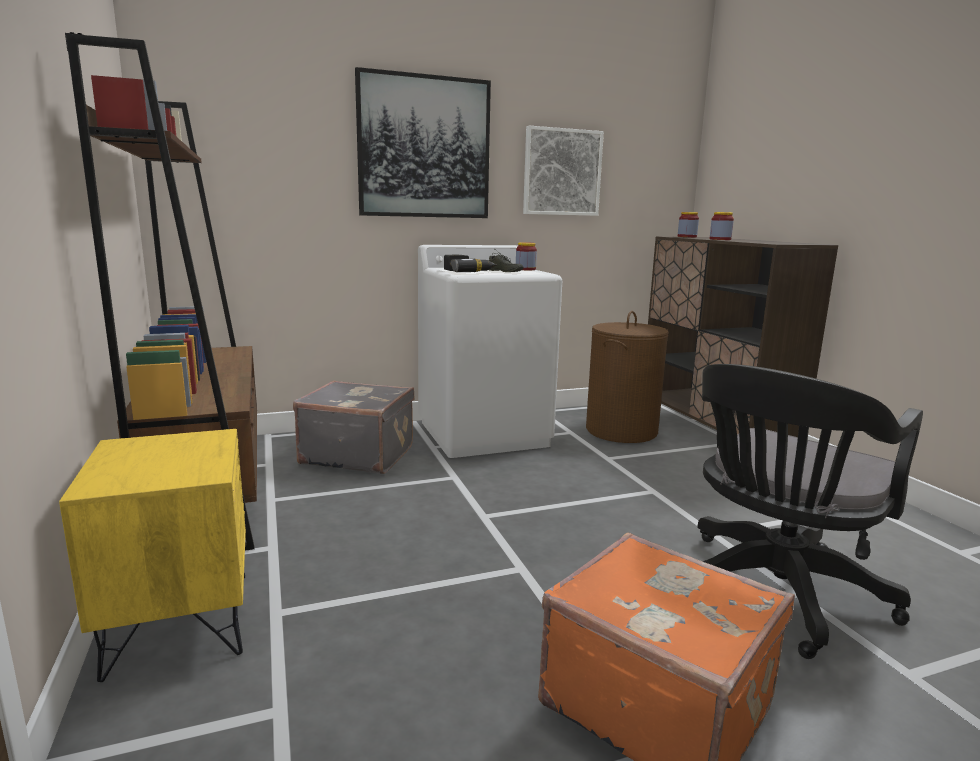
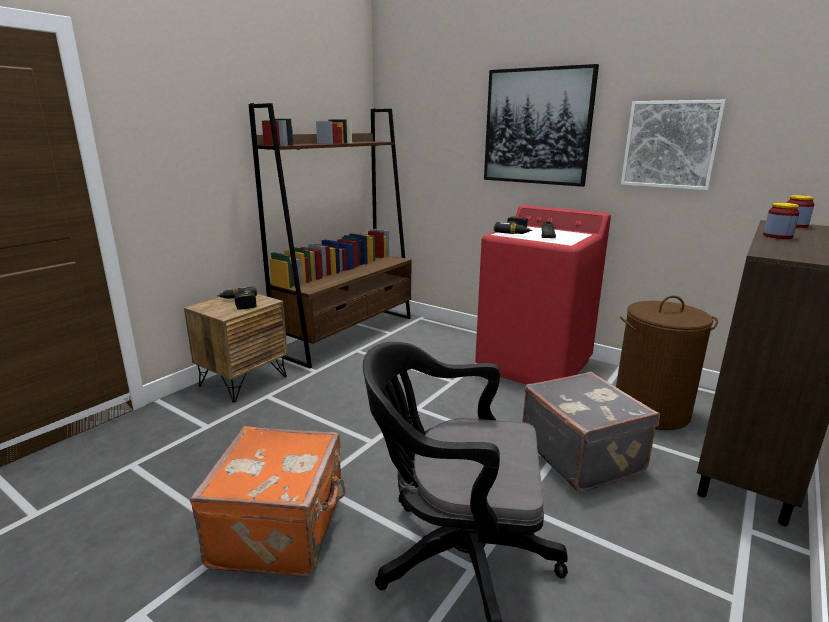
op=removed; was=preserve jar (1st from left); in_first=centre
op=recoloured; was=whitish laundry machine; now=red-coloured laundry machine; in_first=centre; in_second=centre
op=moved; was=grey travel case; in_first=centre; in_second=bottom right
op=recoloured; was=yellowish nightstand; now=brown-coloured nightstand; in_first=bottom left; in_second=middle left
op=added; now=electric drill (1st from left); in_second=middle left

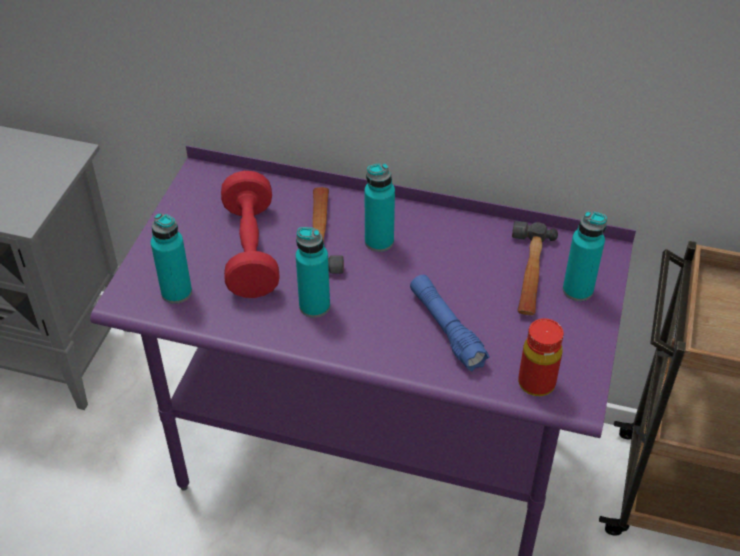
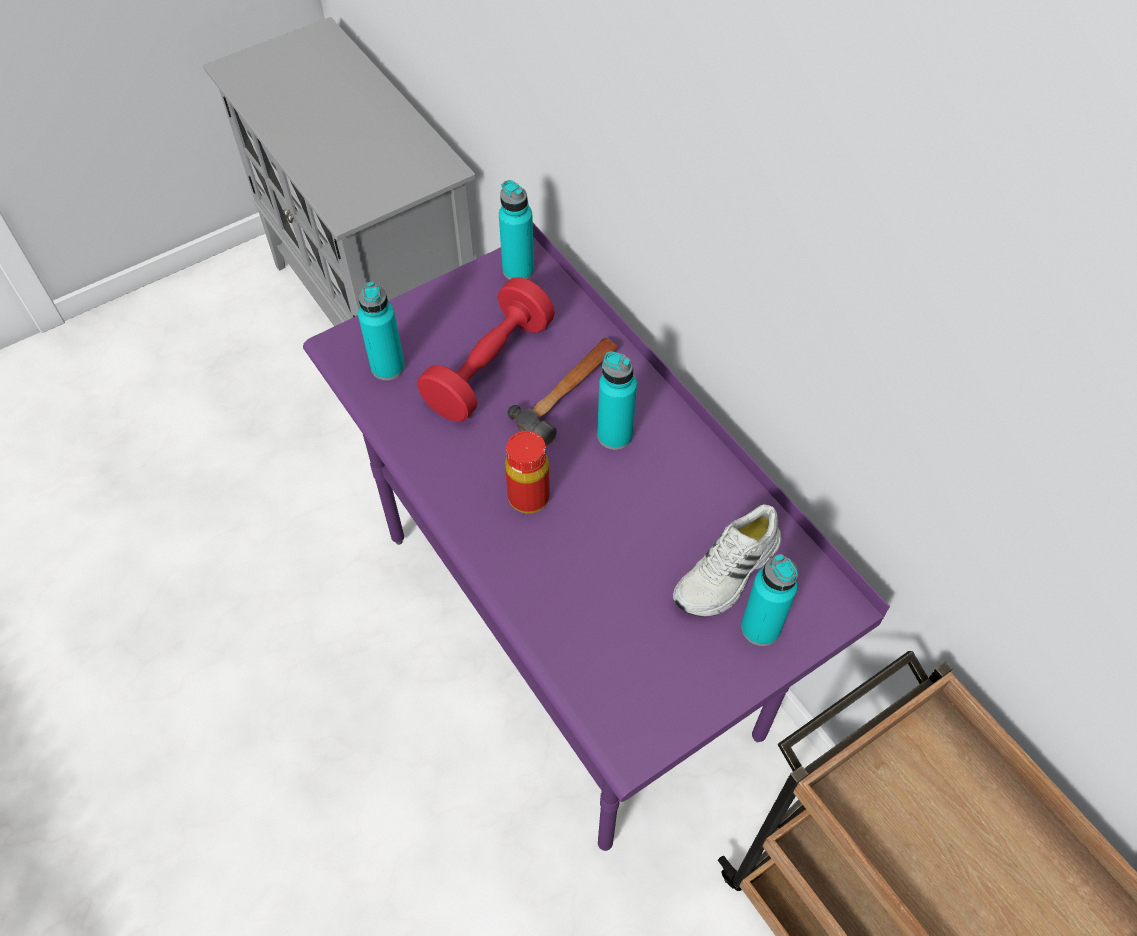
op=replaced; was=hand hammer (2nd from left); now=whitish shoe; in_first=middle right; in_second=centre
op=moved; was=blue-green beverage bottle (2nd from left); in_first=centre; in_second=top centre
op=removed; was=blue-coloured flashlight; in_first=centre
op=moved; was=red-coloured beverage bottle; in_first=middle right; in_second=centre

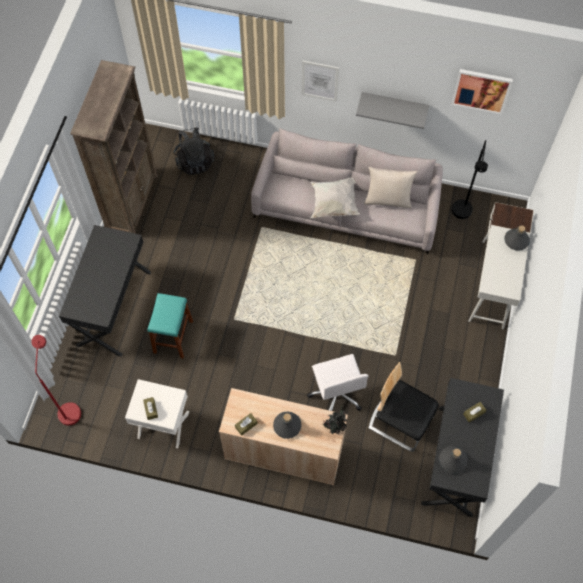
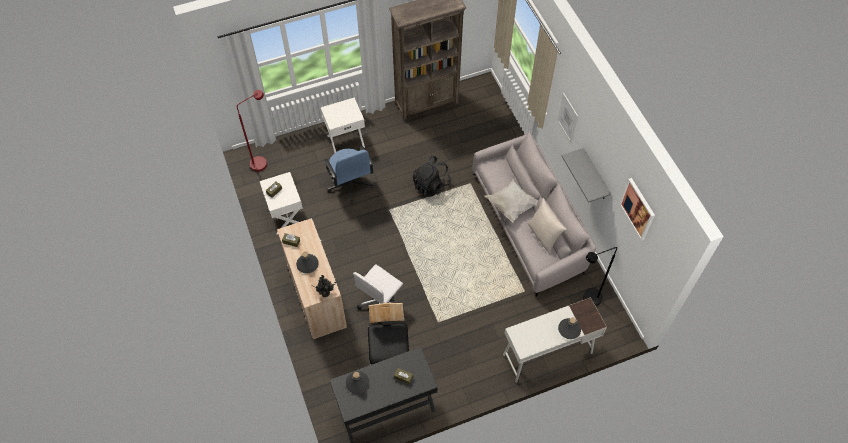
op=moved; was=black knapsack; in_first=top left; in_second=centre
op=replaced; was=black desk table (1st from left); now=whitish nightstand (2nd from left); in_first=middle left; in_second=top centre
op=replaced; was=blue-green stool; now=blue-coloured desk chair; in_first=middle left; in_second=centre

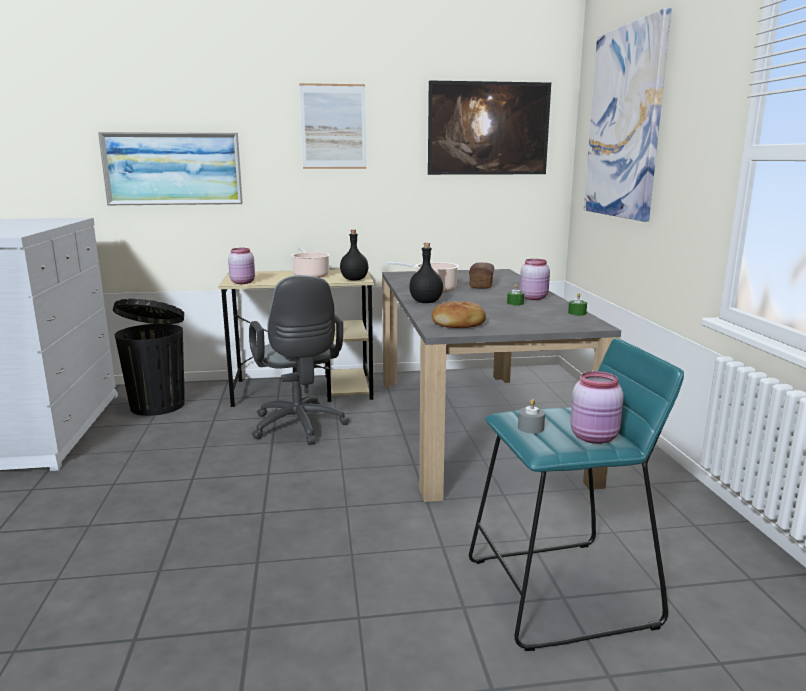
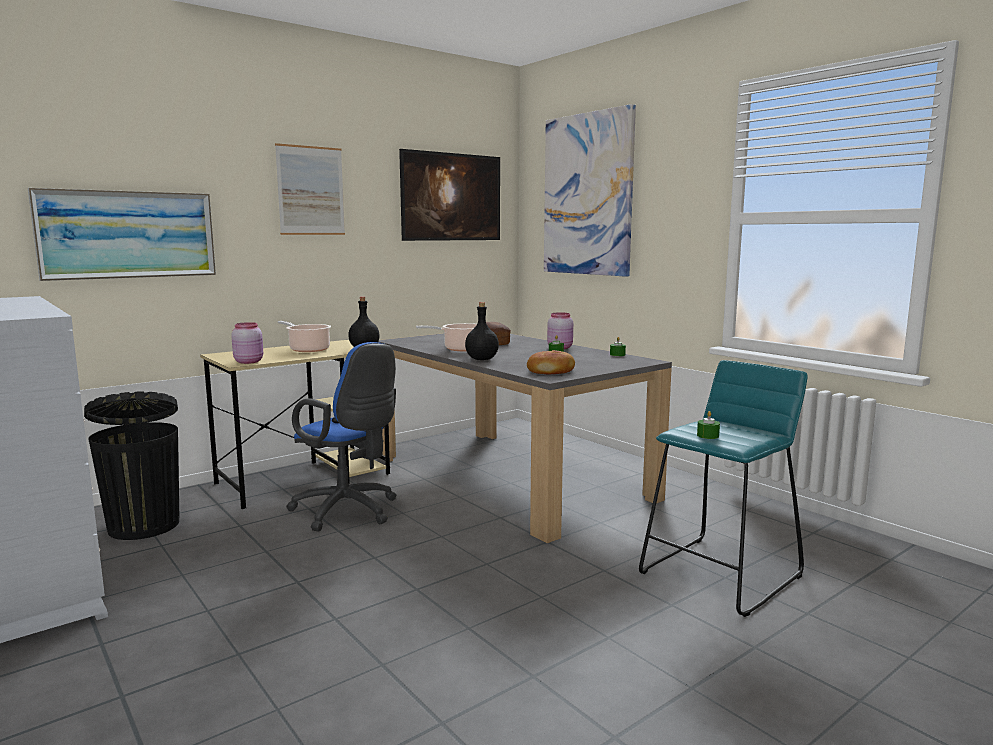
op=recoloured; was=grey desk chair; now=blue-coloured desk chair; in_first=centre; in_second=centre
op=removed; was=pink preserve jar (3rd from left); in_first=middle right
op=recoloured; was=grey wax light; now=greenish wax light (3rd from left); in_first=centre; in_second=middle right

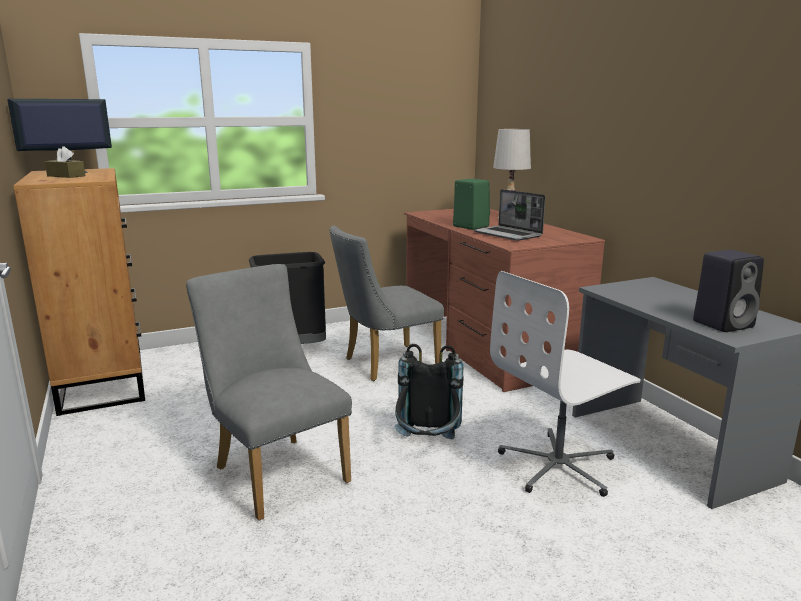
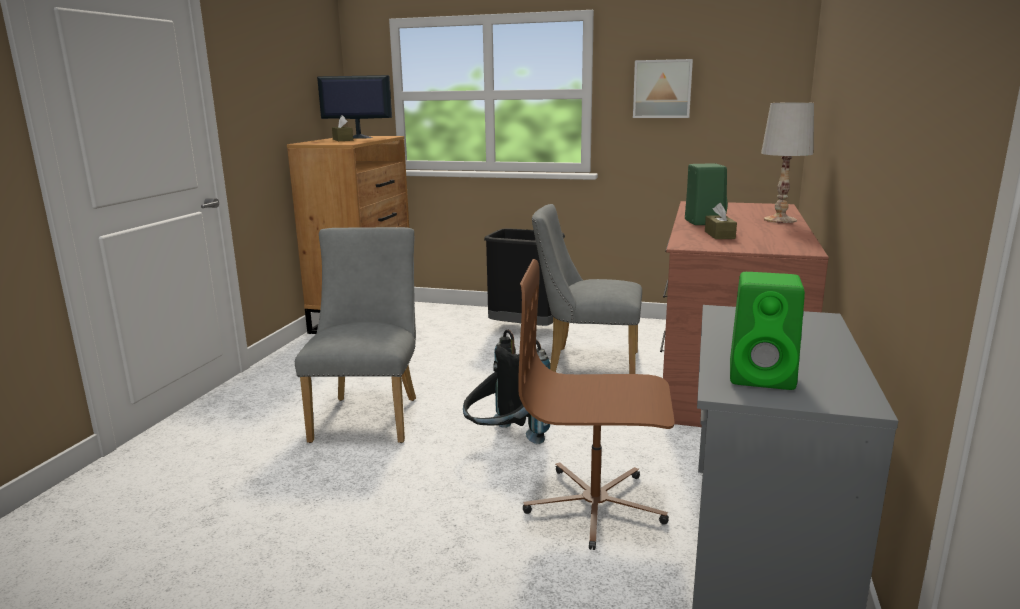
op=replaced; was=portable computer; now=brown-coloured tissue box (2nd from left); in_first=centre; in_second=middle right
op=recoloured; was=black speaker; now=greenish speaker (2nd from left); in_first=middle right; in_second=middle right
op=recoloured; was=whitish desk chair; now=brown-coloured desk chair; in_first=middle right; in_second=centre
op=added; now=picture; in_second=top centre

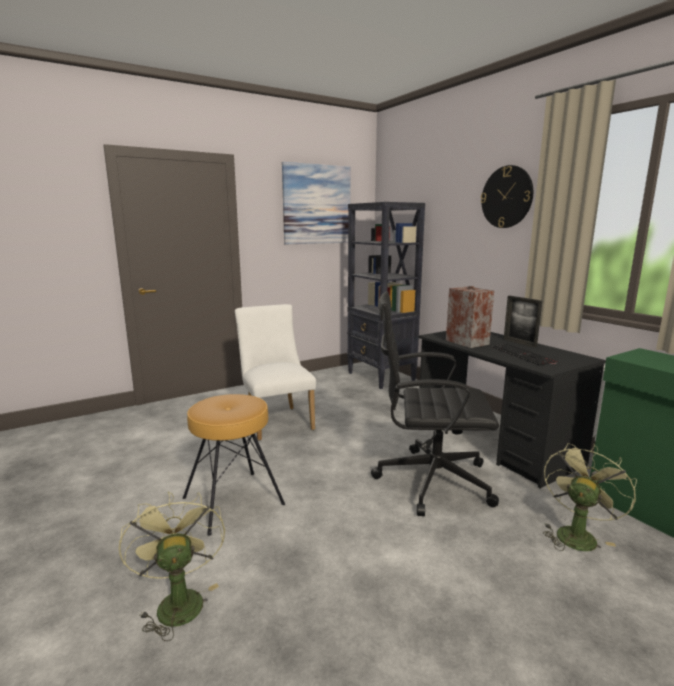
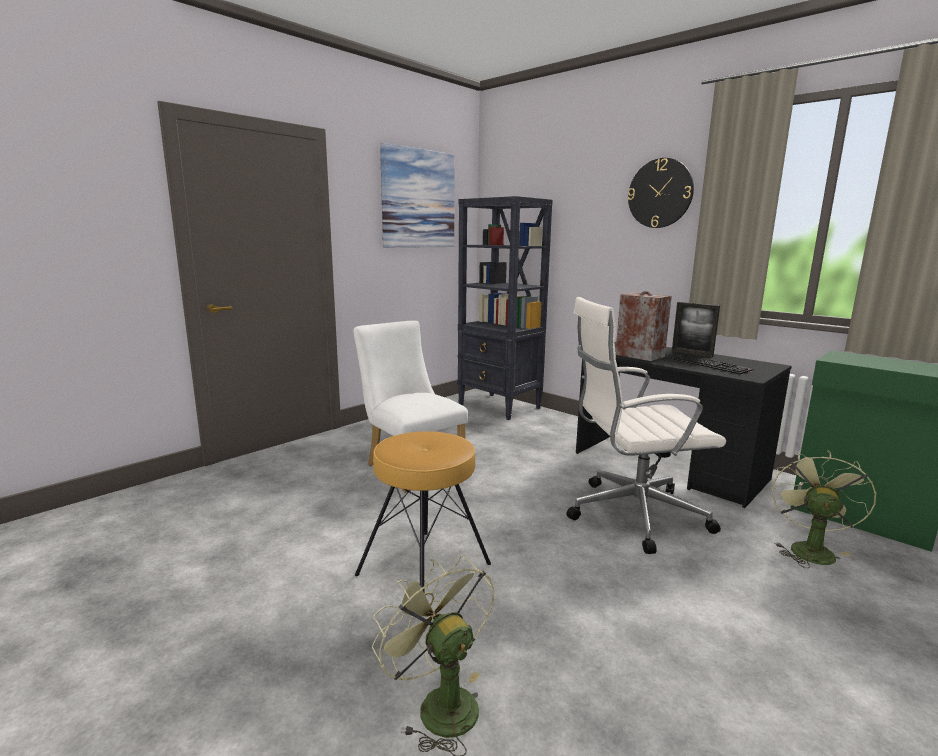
op=recoloured; was=black desk chair; now=whitish desk chair; in_first=centre; in_second=middle right

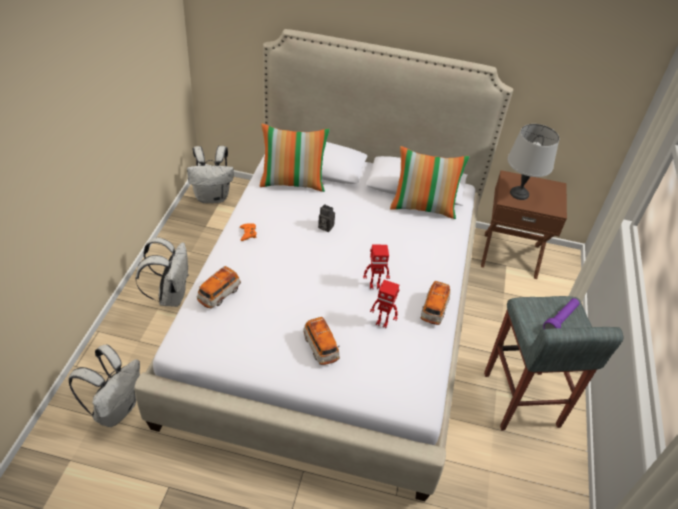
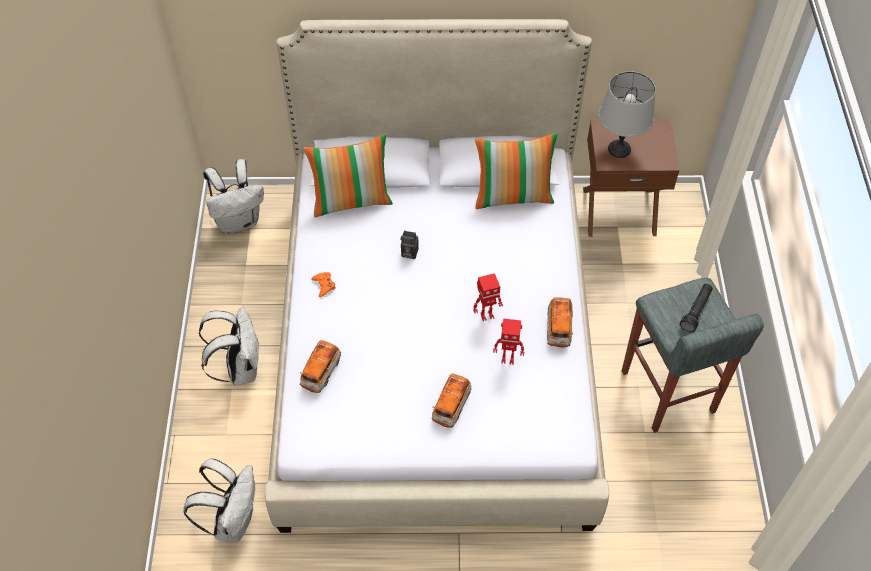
op=recoloured; was=purple flashlight; now=black flashlight; in_first=middle right; in_second=middle right
op=turned; was=model car (2nd from left); in_first=bottom centre; in_second=bottom centre; clockwise=60

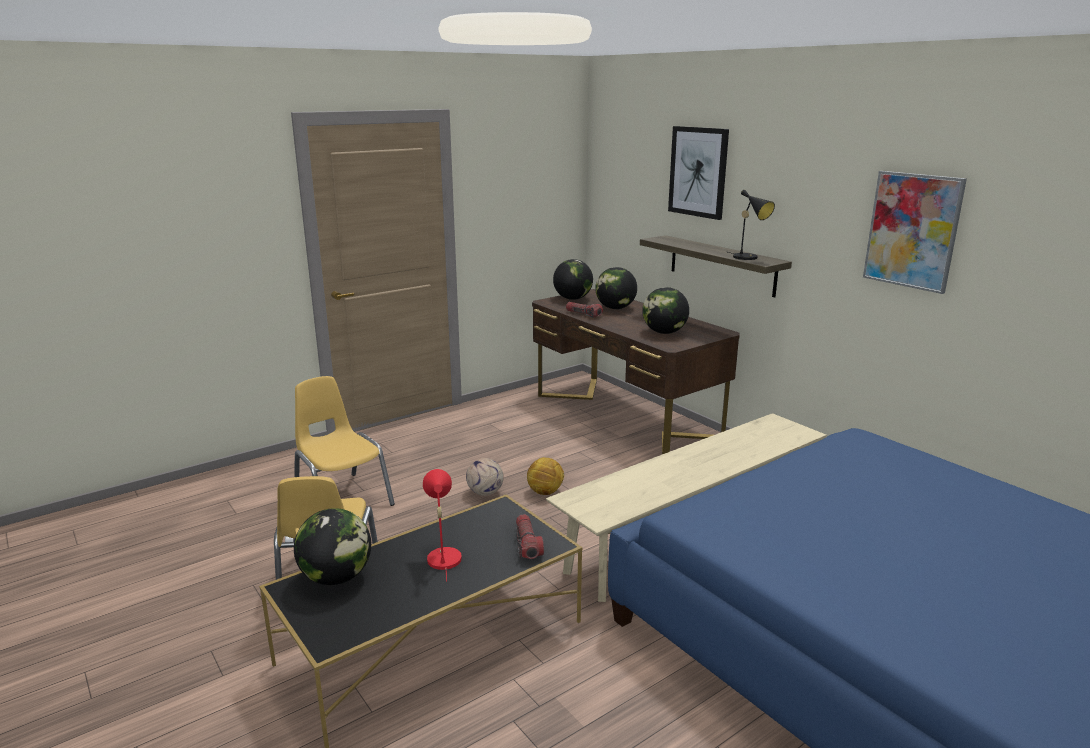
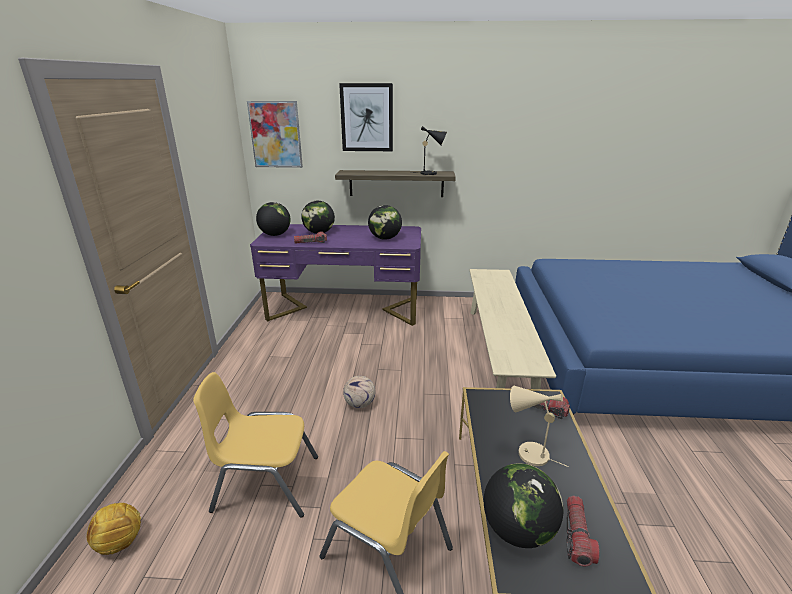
op=moved; was=picture (2nd from left in the first image); now=picture (1st from left); in_first=top right; in_second=top centre
op=recoloured; was=brown-coloured desk table; now=purple desk table; in_first=centre; in_second=centre
op=moved; was=football ball (2nd from left in the first image); now=football ball (1st from left); in_first=centre; in_second=bottom left
op=recoloured; was=red-coloured lamp for a table; now=beige lamp for a table; in_first=bottom centre; in_second=bottom right
op=added; now=flashlight (3rd from left); in_second=bottom right

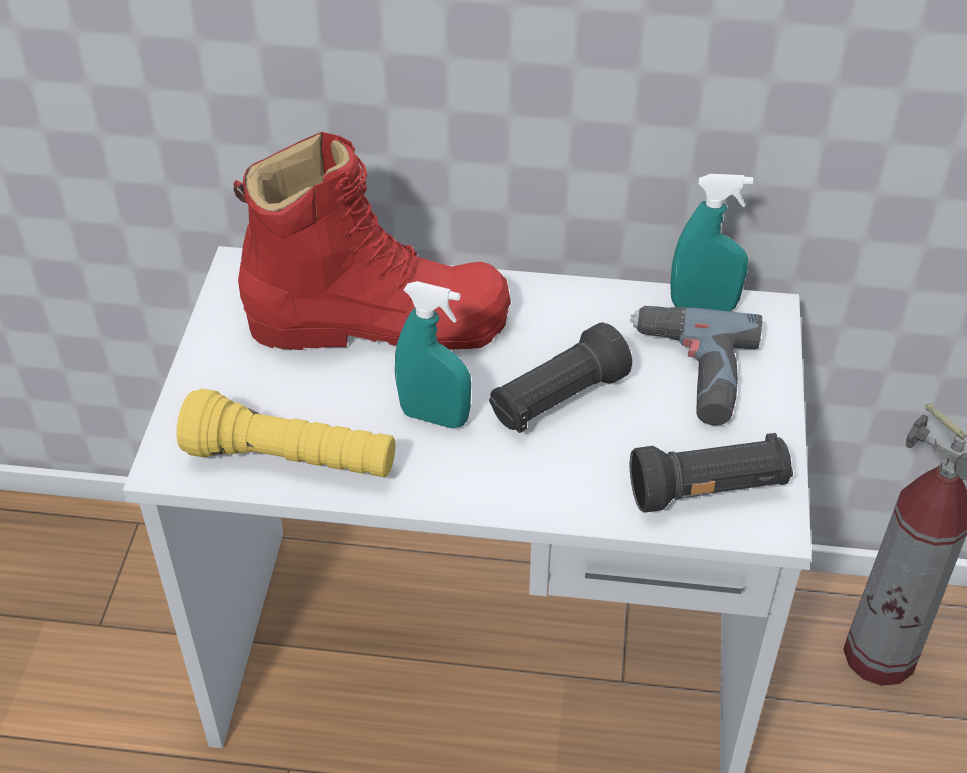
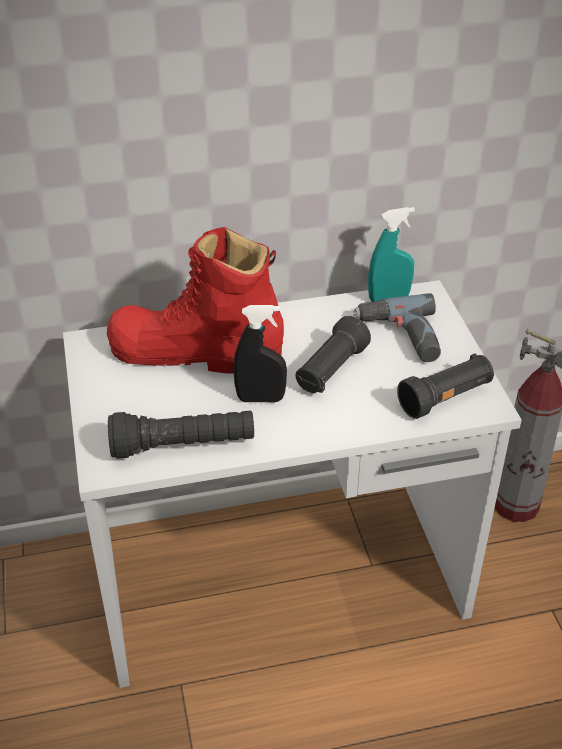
op=turned; was=red-coloured tall boot; in_first=top centre; in_second=centre; clockwise=-150
op=recoloured; was=blue-green spray bottle (1st from left); now=black spray bottle; in_first=centre; in_second=centre
op=recoloured; was=yellowish flashlight; now=black flashlight (1st from left); in_first=middle left; in_second=middle left

